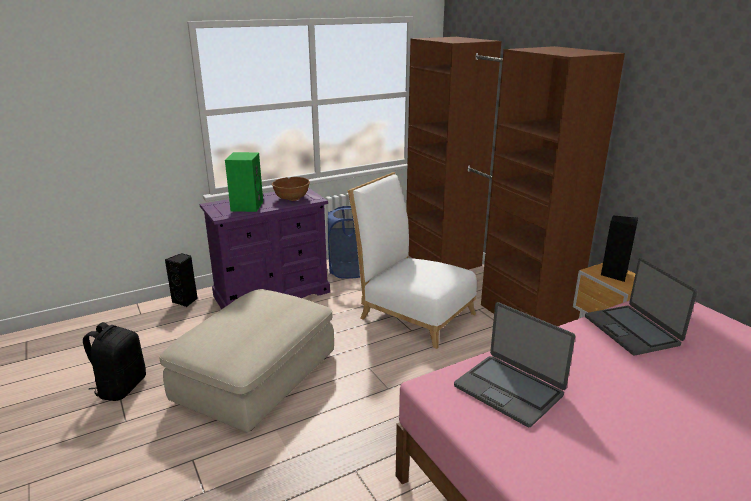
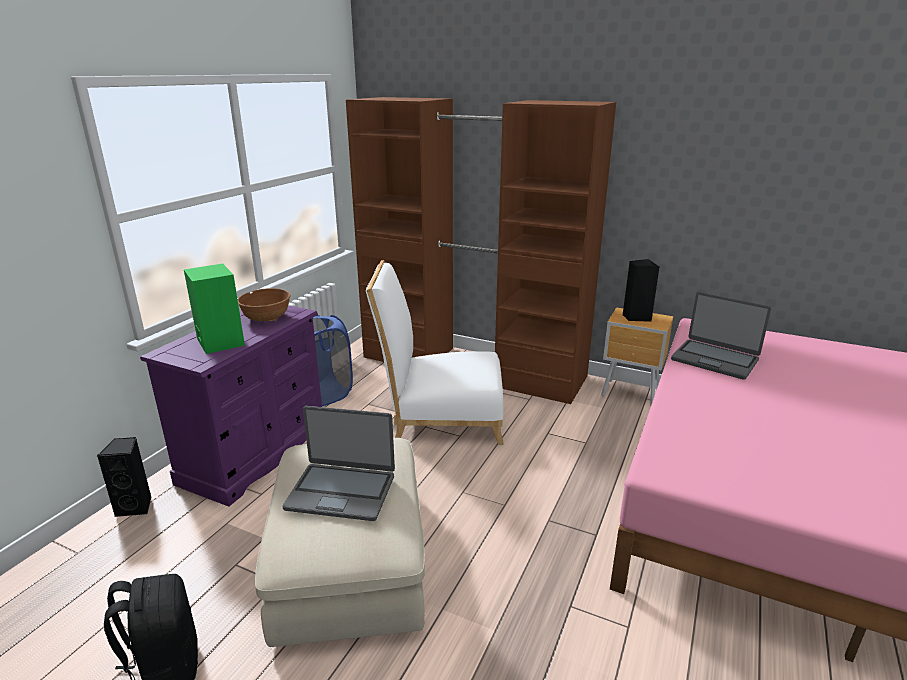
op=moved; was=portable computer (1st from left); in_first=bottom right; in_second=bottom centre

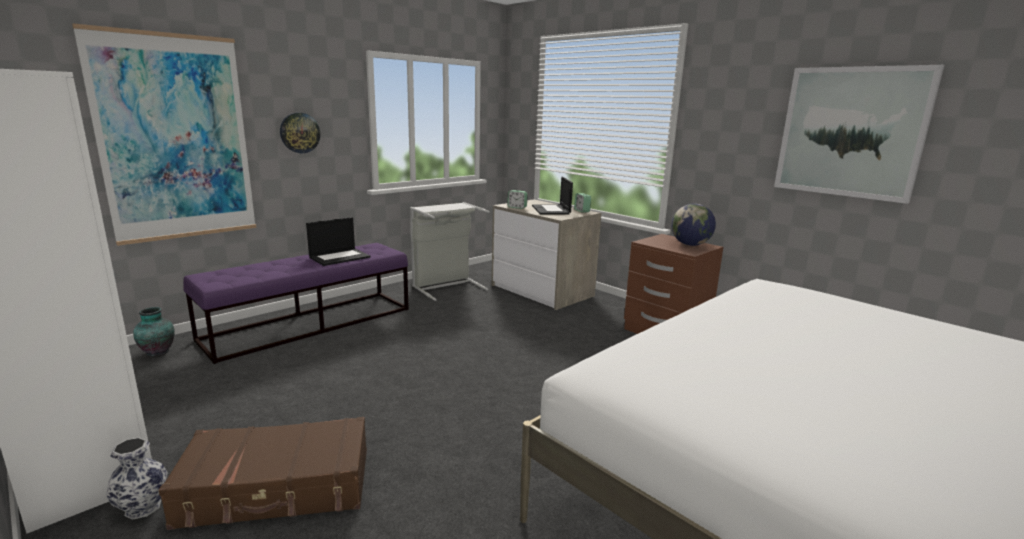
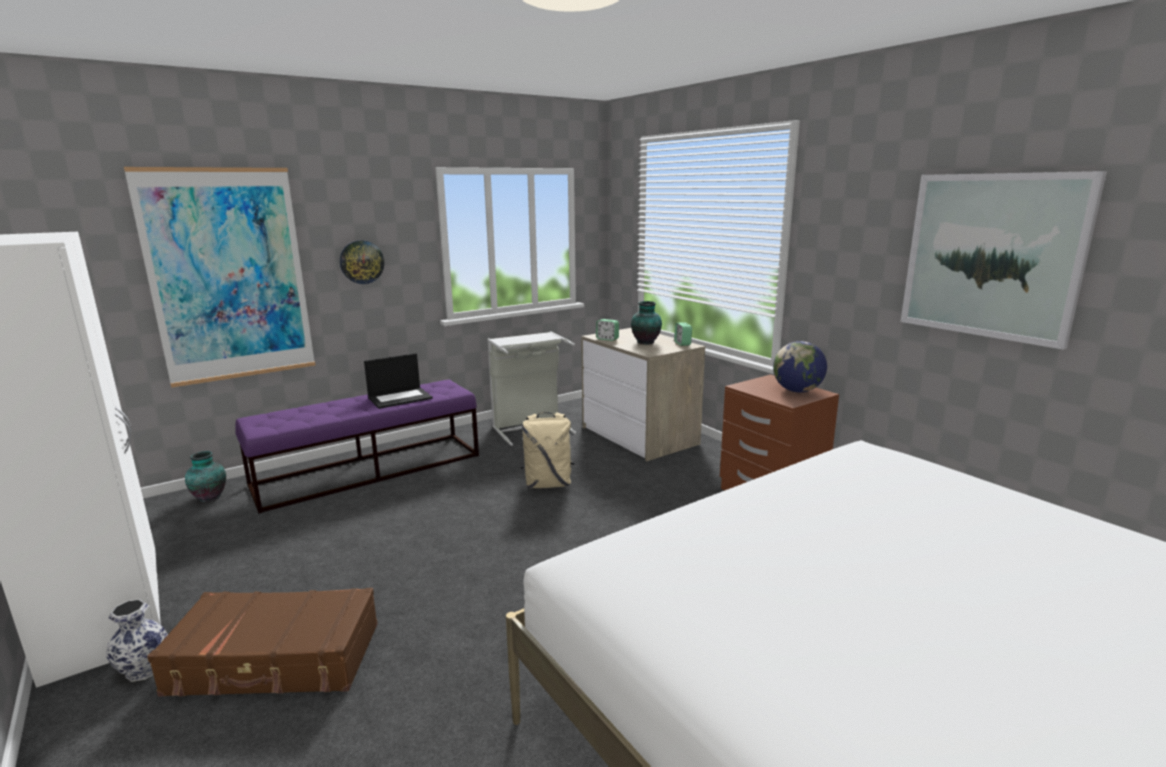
op=replaced; was=portable computer (2nd from left); now=vase (3rd from left); in_first=centre; in_second=centre
op=added; now=beige knapsack; in_second=centre

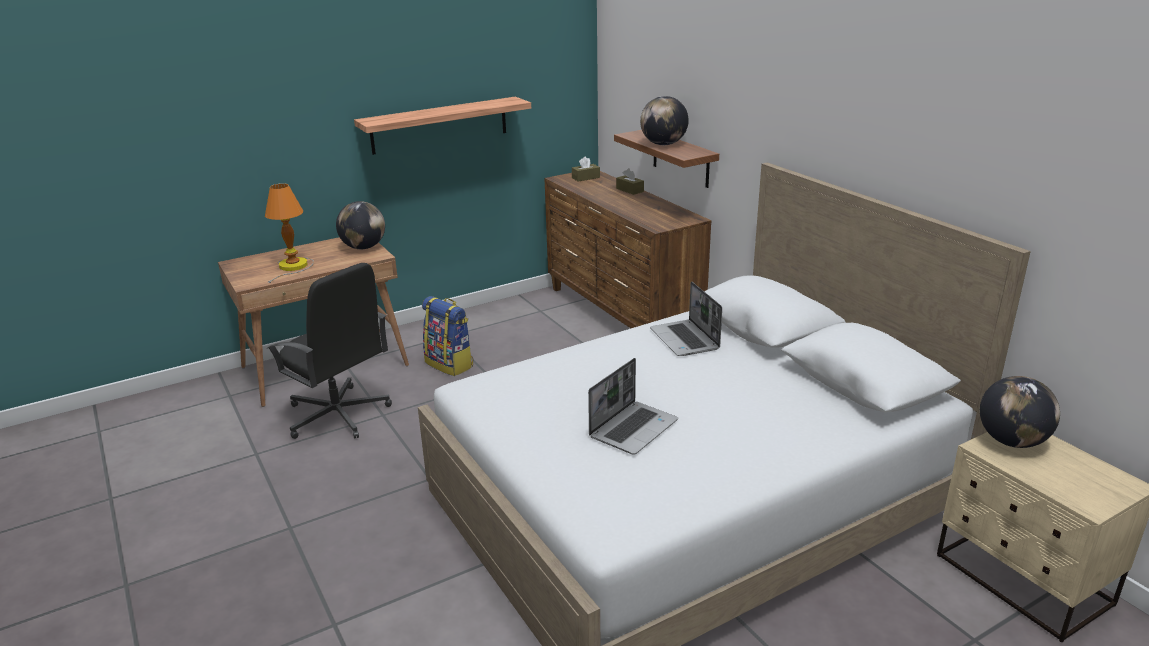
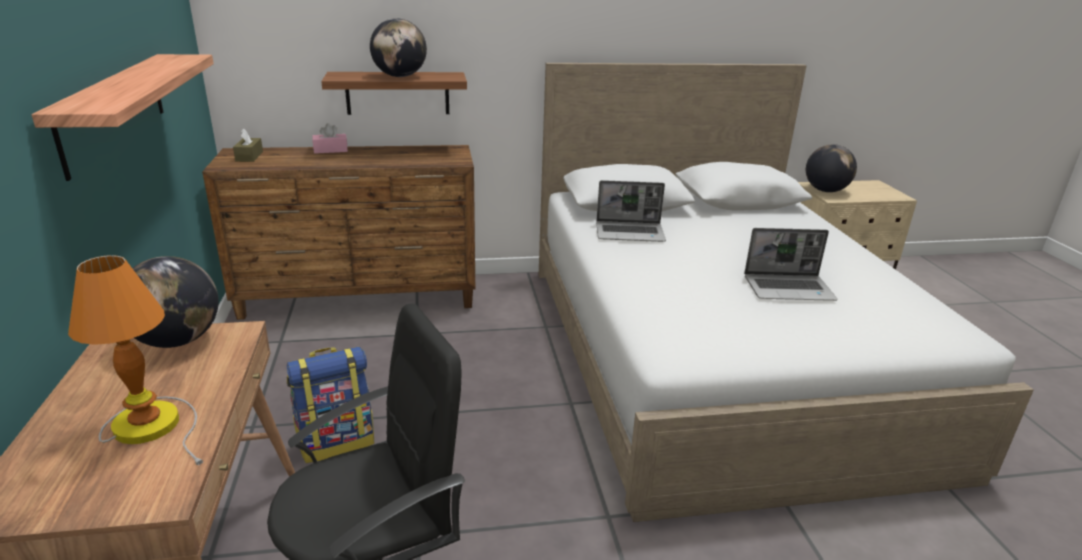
op=recoloured; was=brown-coloured tissue box (2nd from left); now=pink tissue box; in_first=top centre; in_second=top left
op=turned; was=portable computer (1st from left in the first image); in_first=centre; in_second=middle right; clockwise=120

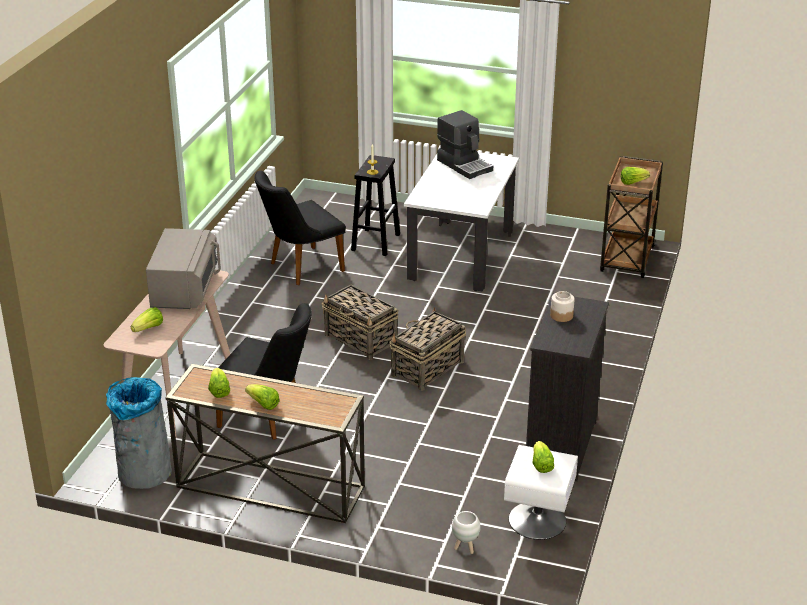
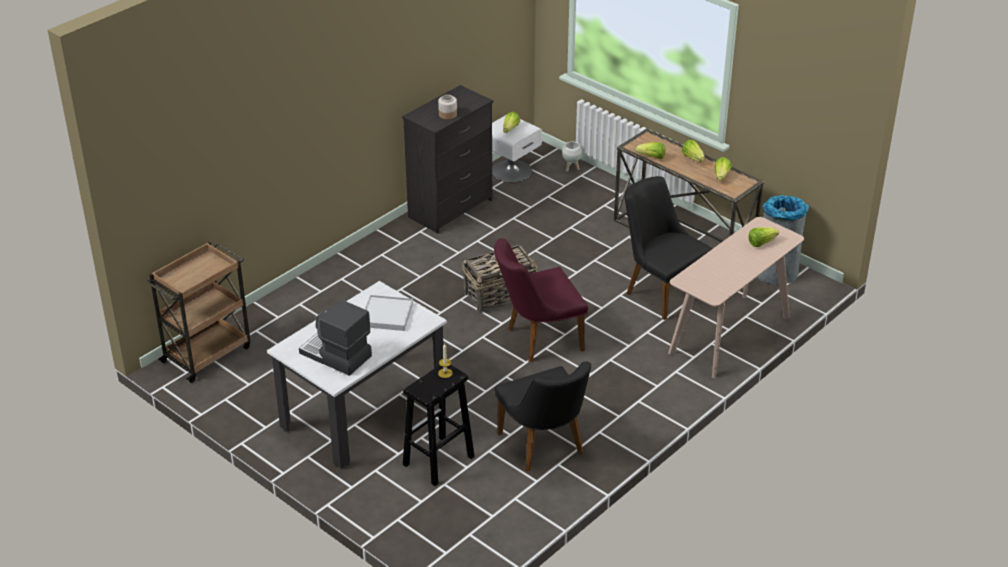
op=turned; was=coffee maker; in_first=top centre; in_second=middle left; clockwise=-45
op=moved; was=lettuce (5th from left in the first image); now=lettuce (2nd from left); in_first=top right; in_second=top centre
op=turned; was=black plain chair (2nd from left in the first image); in_first=centre; in_second=bottom centre; clockwise=75
op=removed; was=grey microwave oven; in_first=middle left
op=replaced; was=storage basket (1st from left); now=purple plain chair; in_first=centre; in_second=centre
op=added; now=whitish carrying tray; in_second=centre

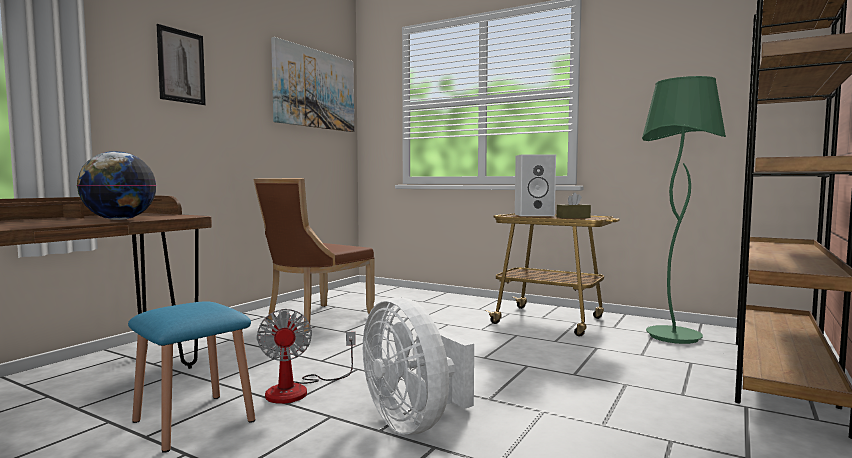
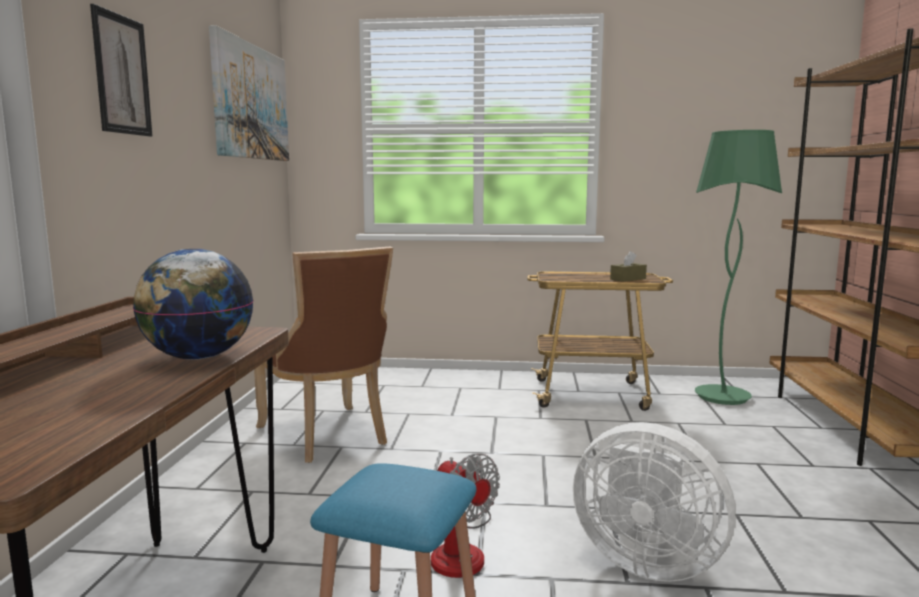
op=removed; was=whitish speaker; in_first=centre
op=turned; was=brown-coloured plain chair; in_first=centre; in_second=centre; clockwise=-45

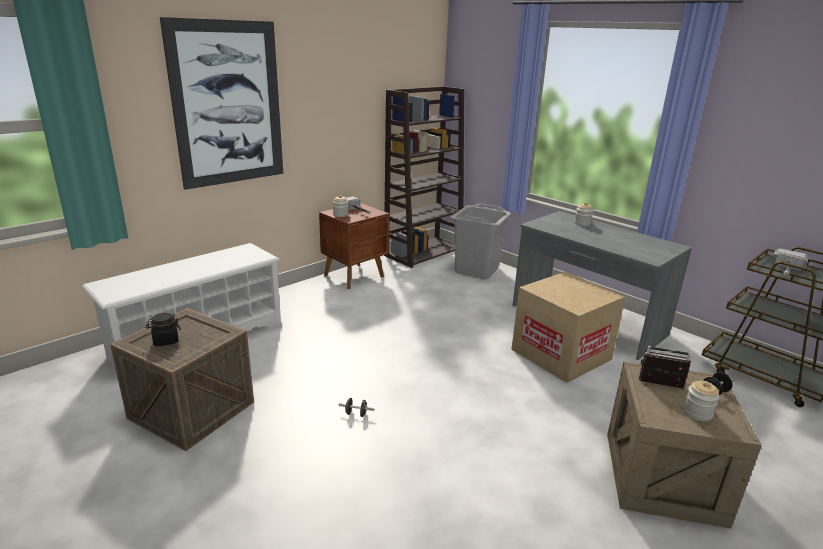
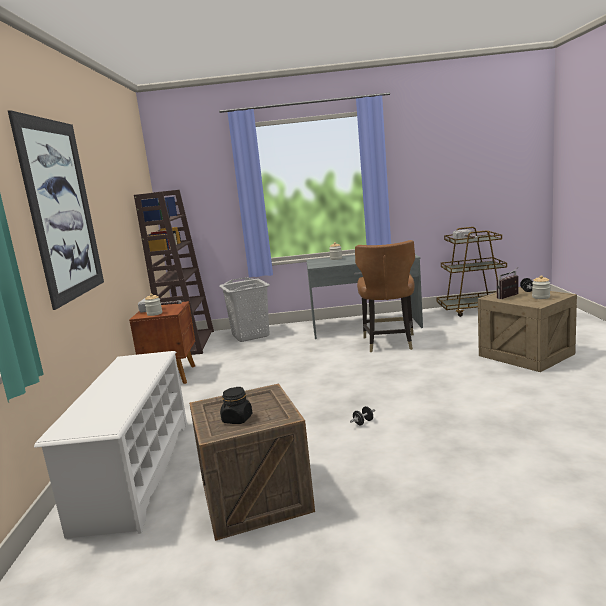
op=replaced; was=cardboard box; now=brown-coloured plain chair; in_first=middle right; in_second=centre

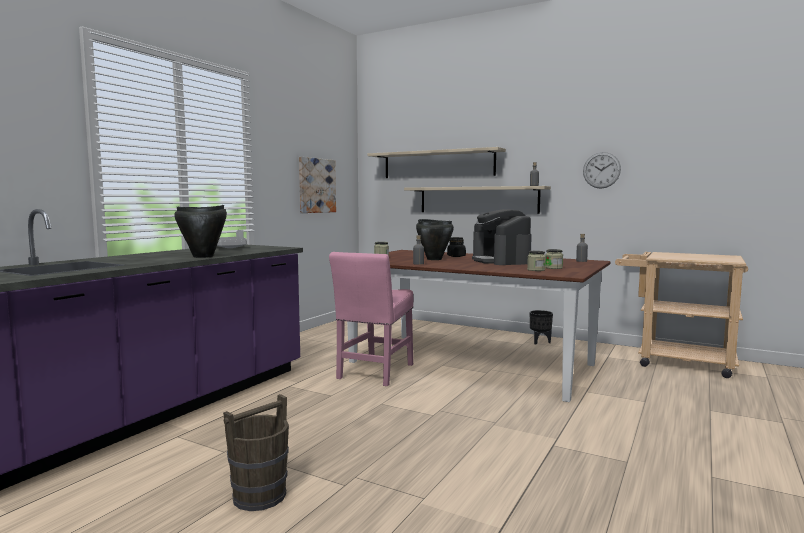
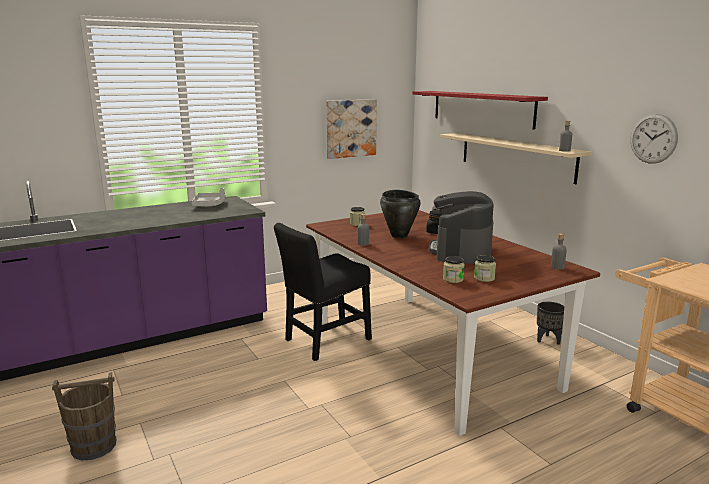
op=recoloured; was=beige wall shelf (1st from left); now=red-coloured wall shelf; in_first=top centre; in_second=top right
op=removed; was=black stockpot (1st from left); in_first=middle left
op=recoloured; was=pink plain chair; now=black plain chair; in_first=centre; in_second=centre

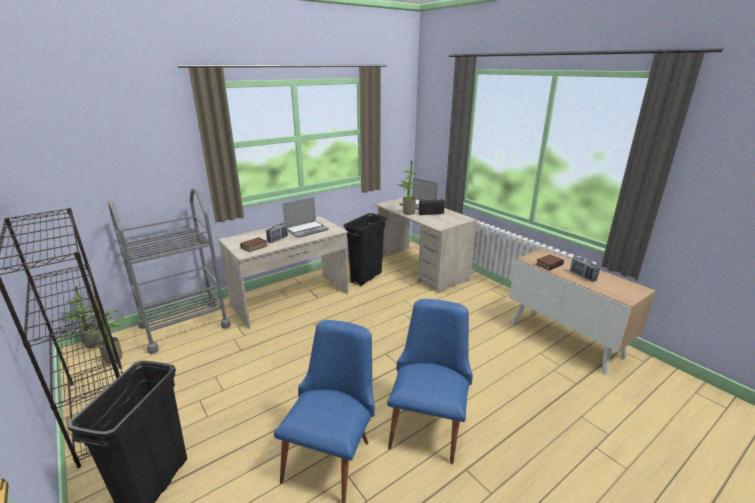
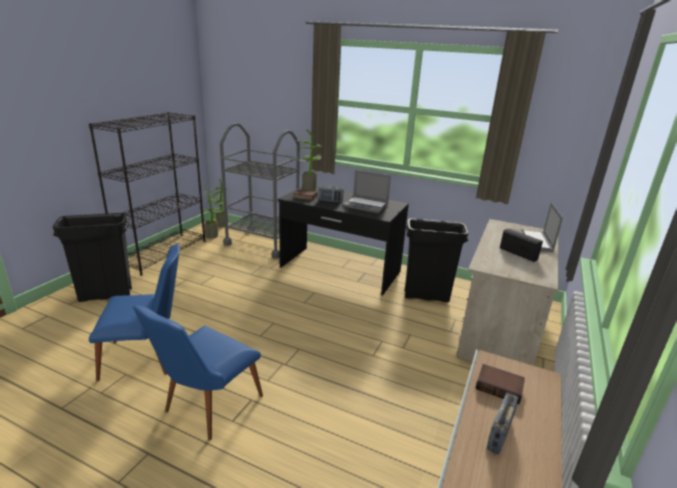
op=moved; was=houseplant (3rd from left); in_first=centre; in_second=top centre
op=recoloured; was=beige desk table (1st from left); now=black desk table; in_first=centre; in_second=centre
op=turned; was=blue-coloured plain chair (2nd from left); in_first=bottom centre; in_second=bottom left; clockwise=135

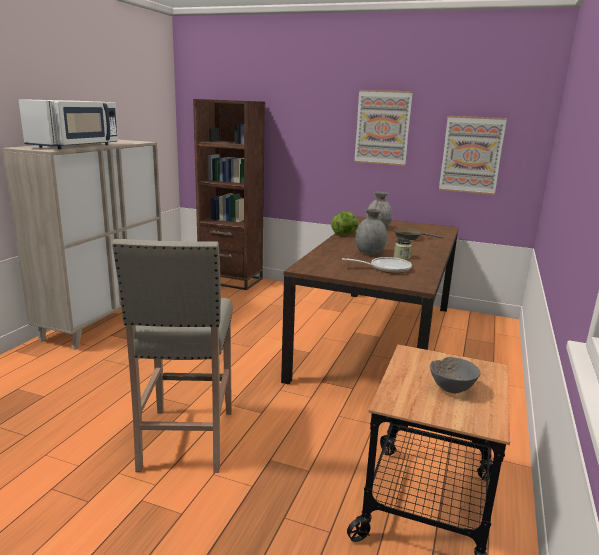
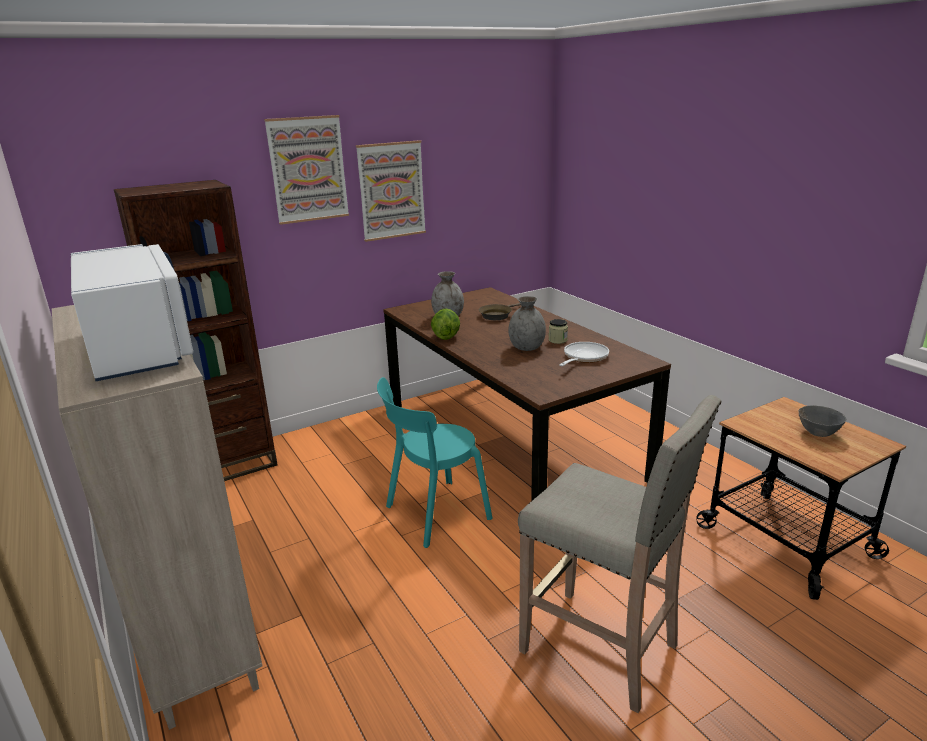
op=moved; was=picture (2nd from left in the first image); now=picture (1st from left); in_first=top right; in_second=top left
op=added; now=blue-green plain chair; in_second=centre

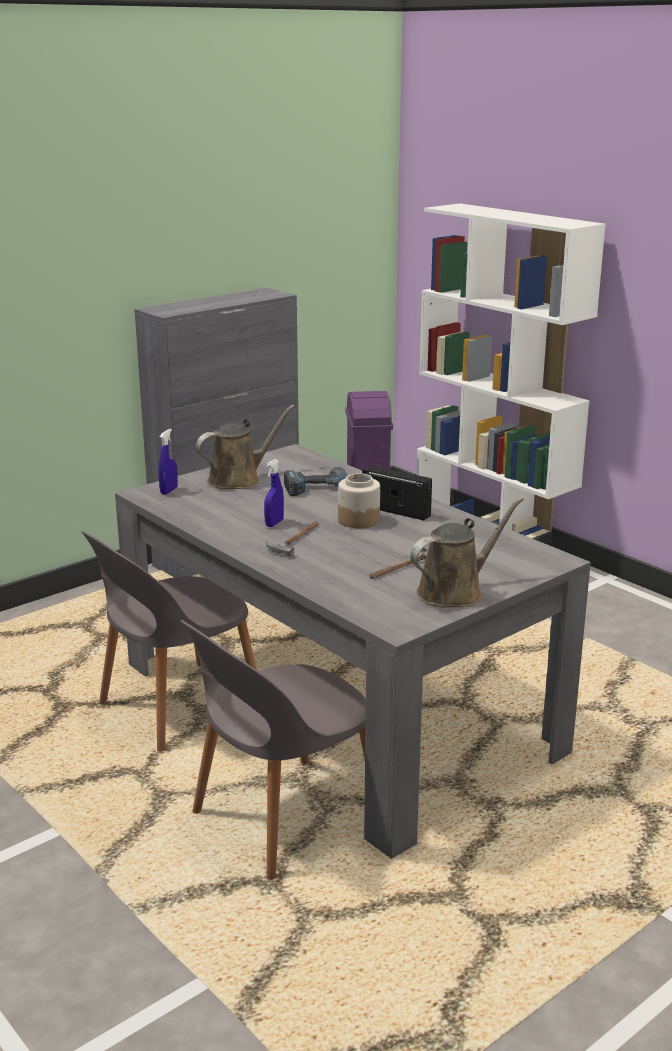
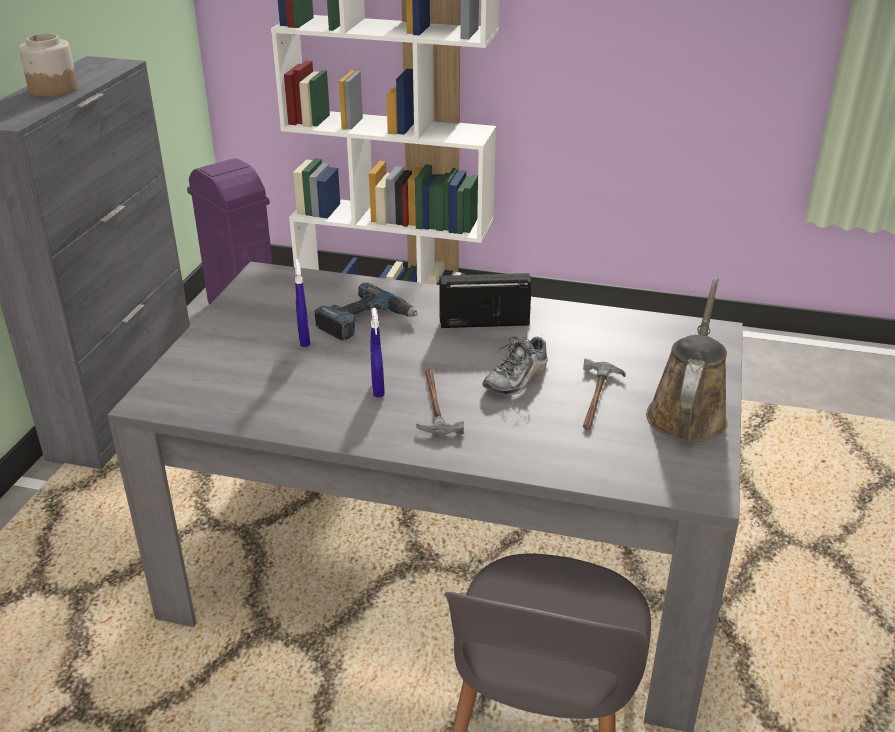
op=removed; was=brown-coloured sprinkling can (1st from left); in_first=centre
op=moved; was=blue-coloured spray bottle (1st from left); in_first=middle left; in_second=centre
op=moved; was=preserve jar; in_first=centre; in_second=top left
op=removed; was=grey plain chair (1st from left); in_first=middle left
op=added; now=shoe; in_second=centre

